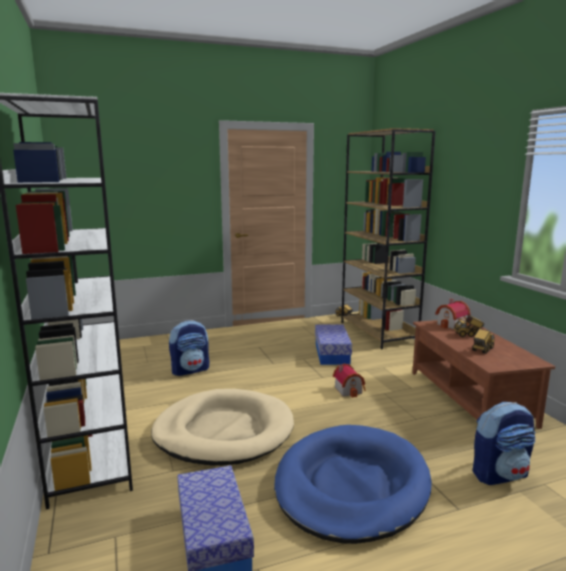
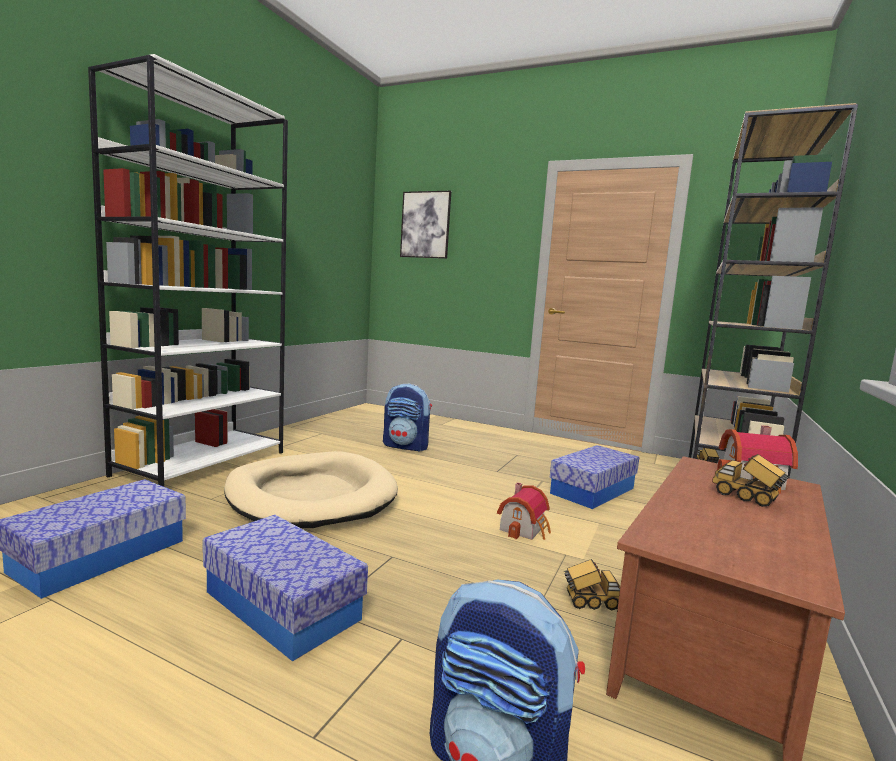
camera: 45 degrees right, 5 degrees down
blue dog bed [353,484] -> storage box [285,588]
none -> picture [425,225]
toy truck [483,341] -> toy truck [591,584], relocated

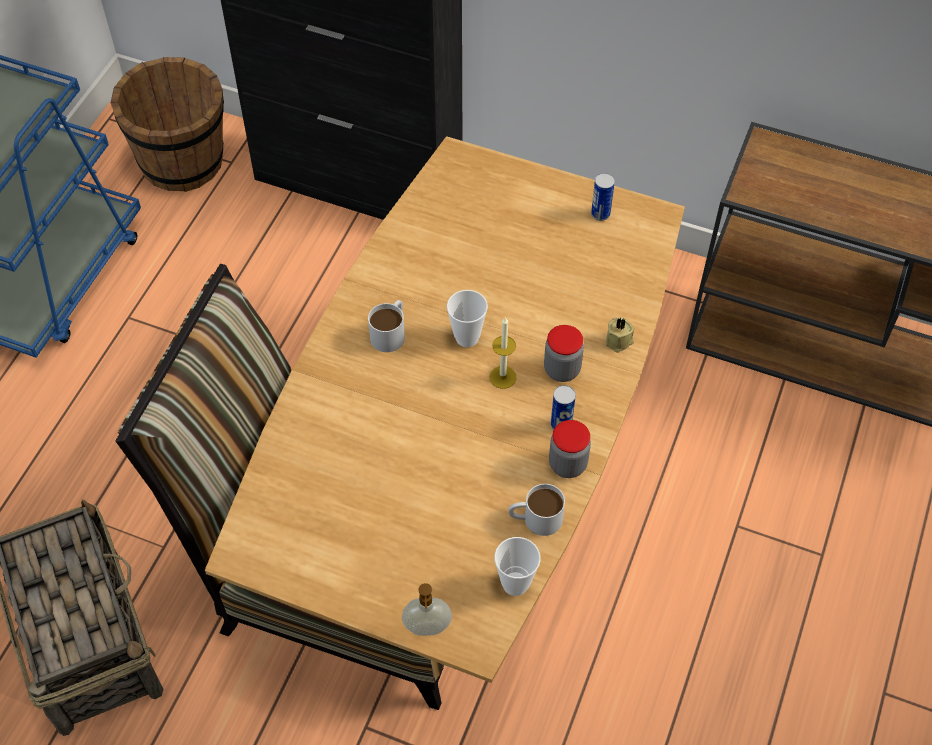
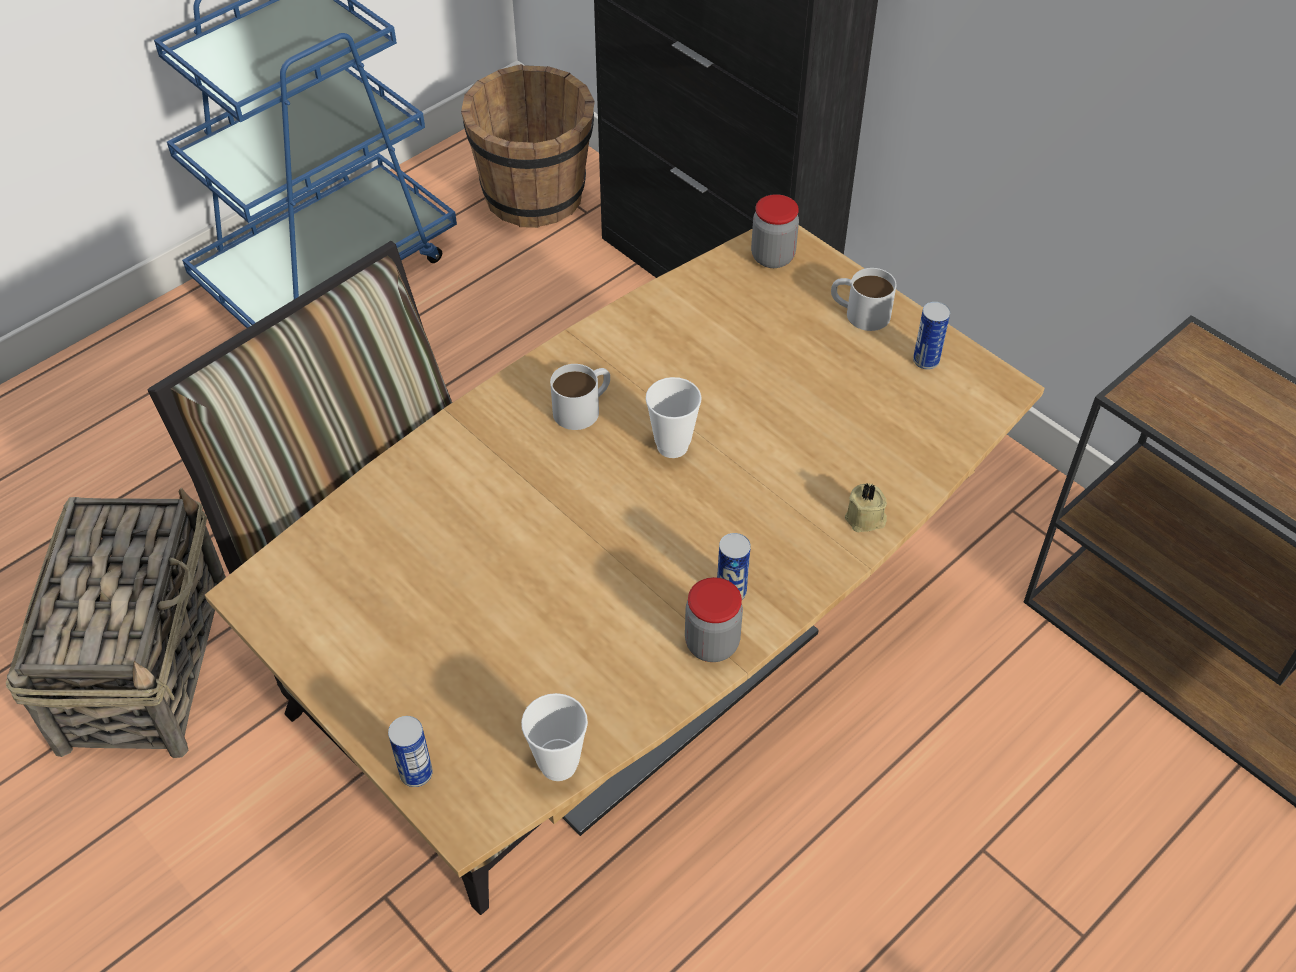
camera: 25 degrees right, 5 degrees down
soap dispenser [427,609] -> can [410,751]
jar [564,353] -> jar [775,231], relocated
white mug [537,510] -> white mug [863,299], relocated
candle [502,353] -> none

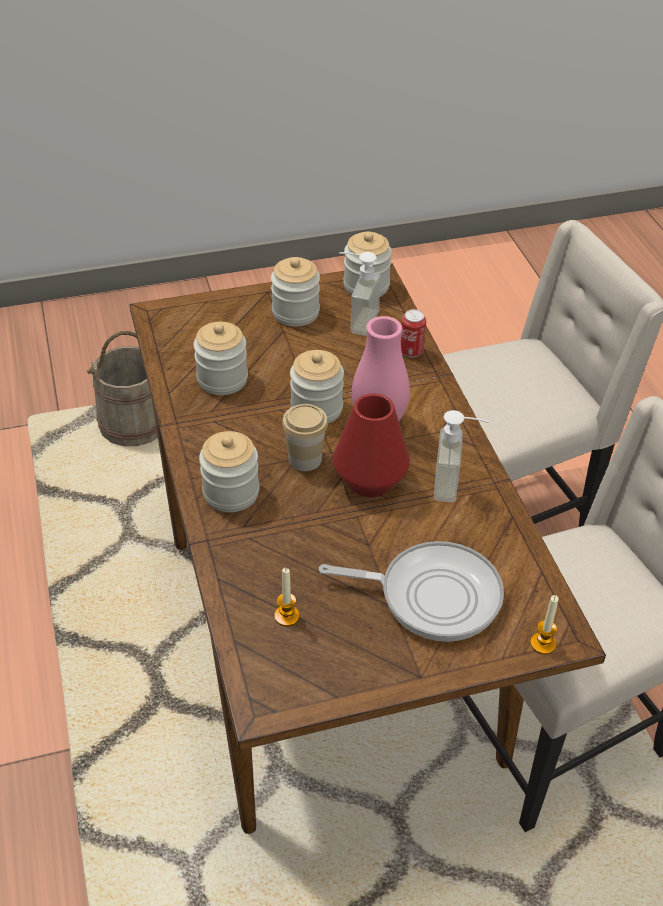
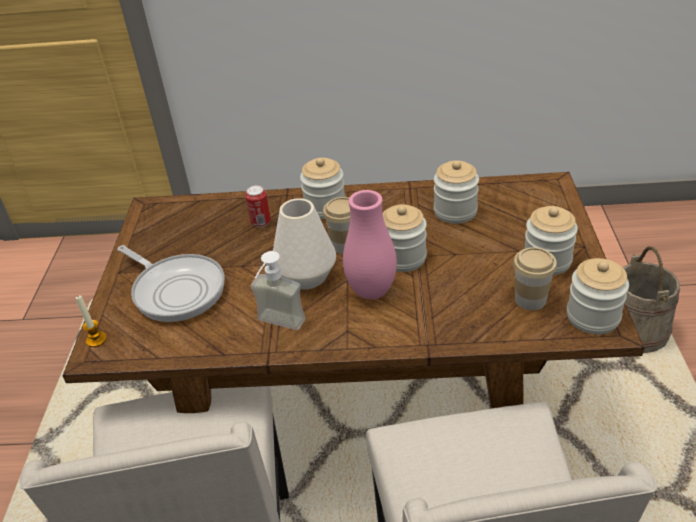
camera: 110 degrees right, 5 degrees down
frying pan [411,591] -> frying pan [171,283], 75 degrees counterclockwise
can [413,333] -> can [258,206], relocated
red vase [371,445] -> white vase [304,244]
soap dispenser [360,294] -> cup [535,278]
candle [287,597] -> none

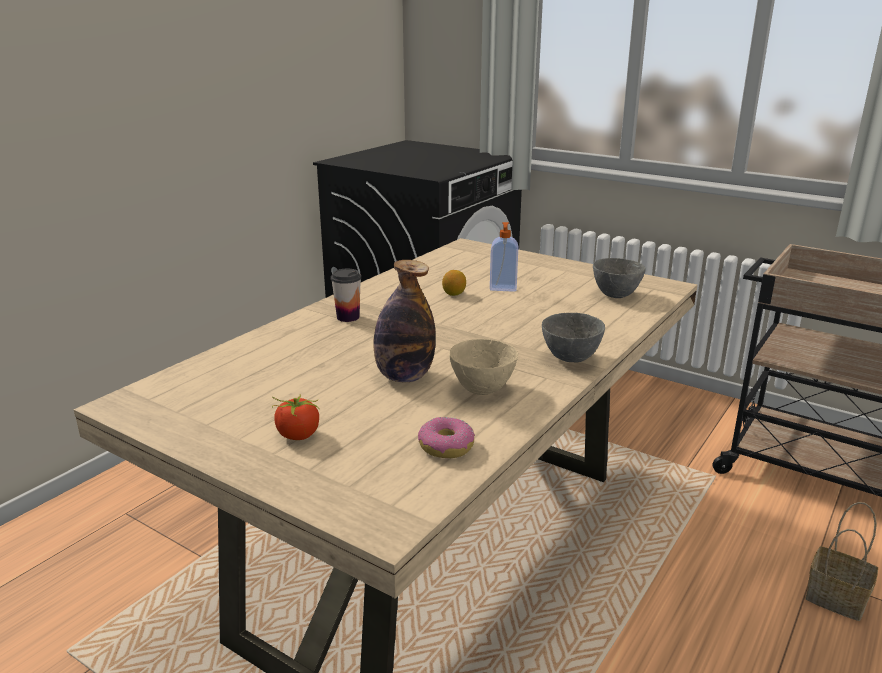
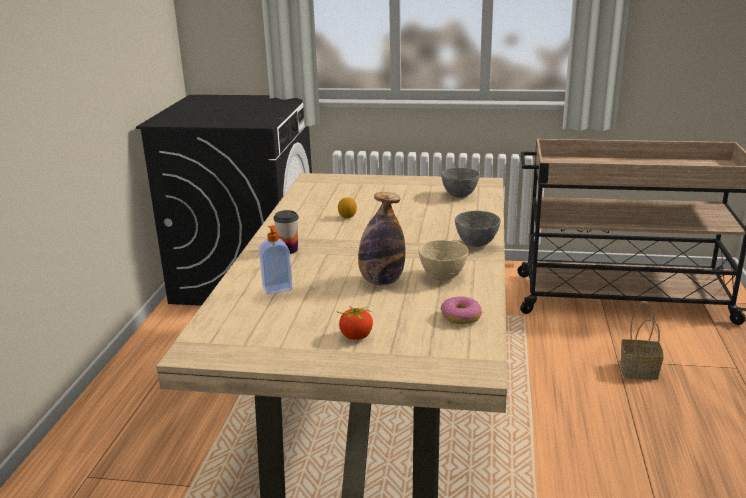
camera: 25 degrees left, 0 degrees up
soap dispenser [504,257] -> soap dispenser [276,260], relocated

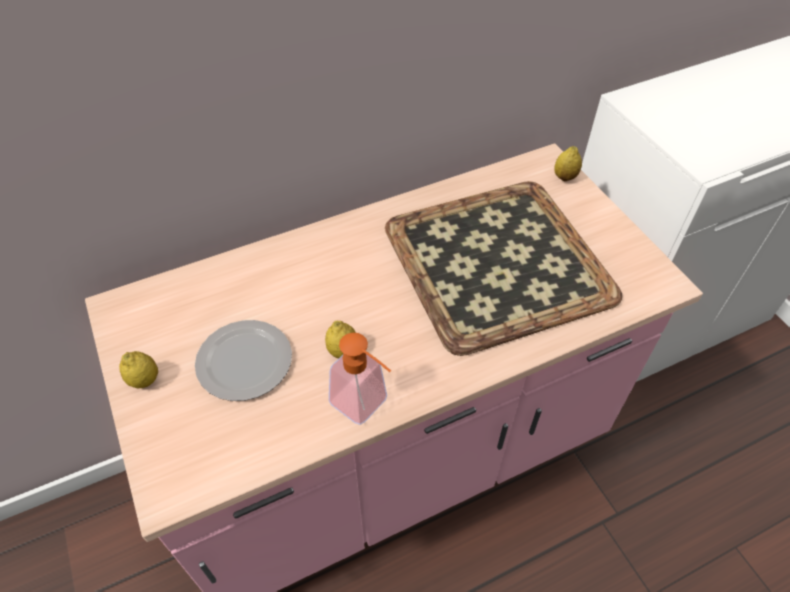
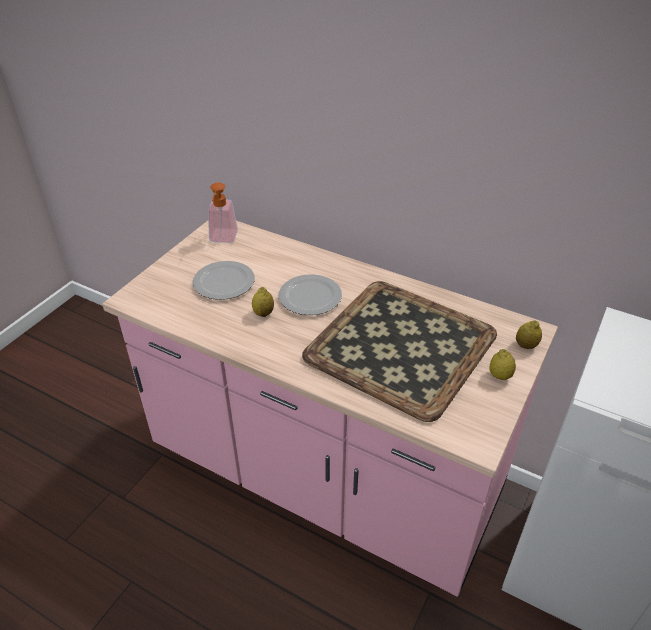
camera: 55 degrees right, 10 degrees down
soap dispenser [360,379] -> soap dispenser [223,212], relocated
none -> plate [310,294]
lemon [138,369] -> lemon [502,364], relocated

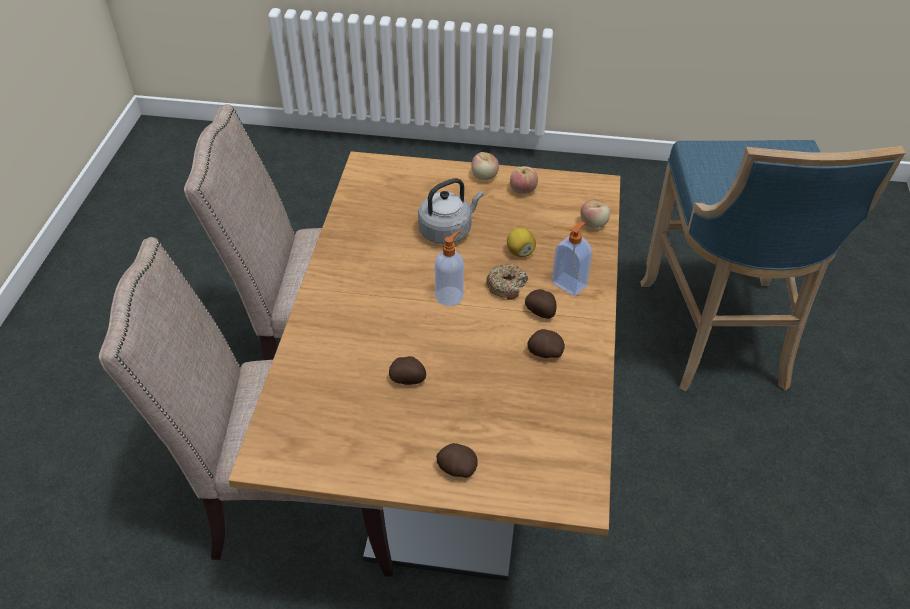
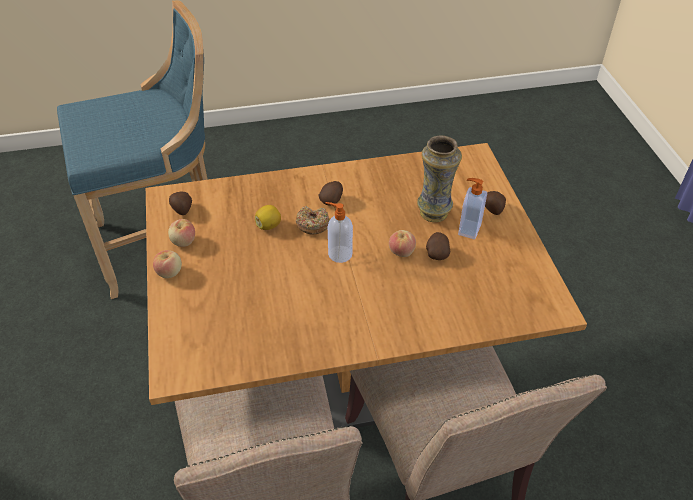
camera: 110 degrees left, 0 degrees up
potato [546,343] -> potato [180,203], relocated
apple [595,213] -> apple [402,243], relocated
none -> vase [439,179]
soap dispenser [572,259] -> soap dispenser [472,208], relocated
grey kettle [451,211] -> none

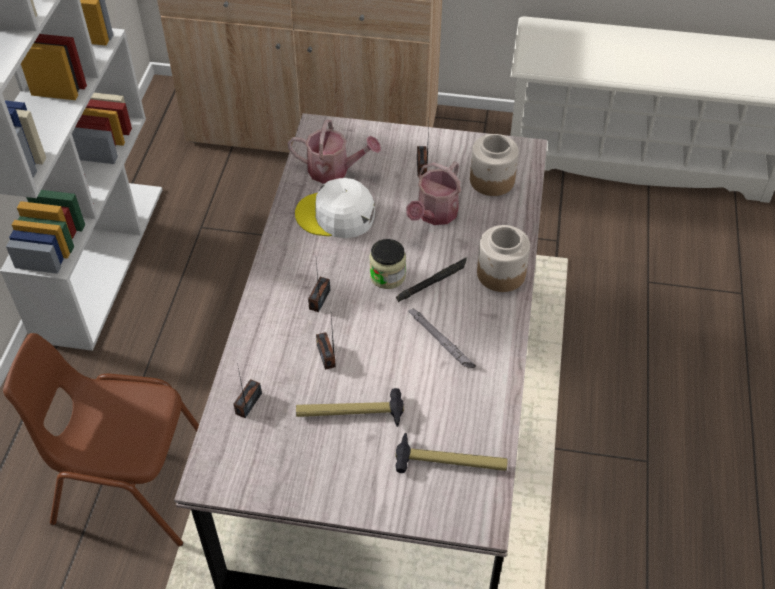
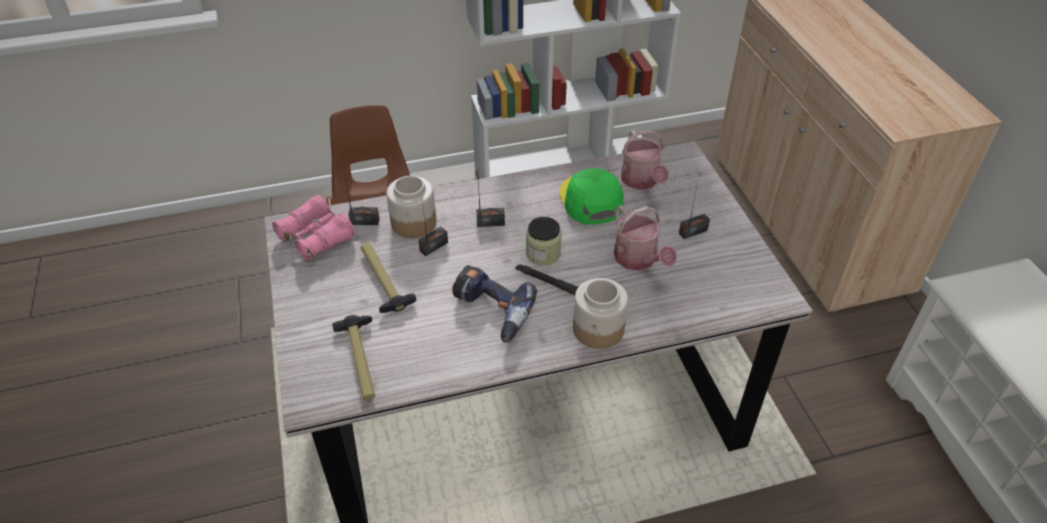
camera: 65 degrees right, 5 degrees down
none -> pink binoculars [313,228]
jar [494,165] -> jar [411,207], relocated
grey flashlight [442,338] -> power drill [494,303]
white cap [335,208] -> green cap [591,196]
watering can [433,193] -> watering can [645,238], 120 degrees counterclockwise

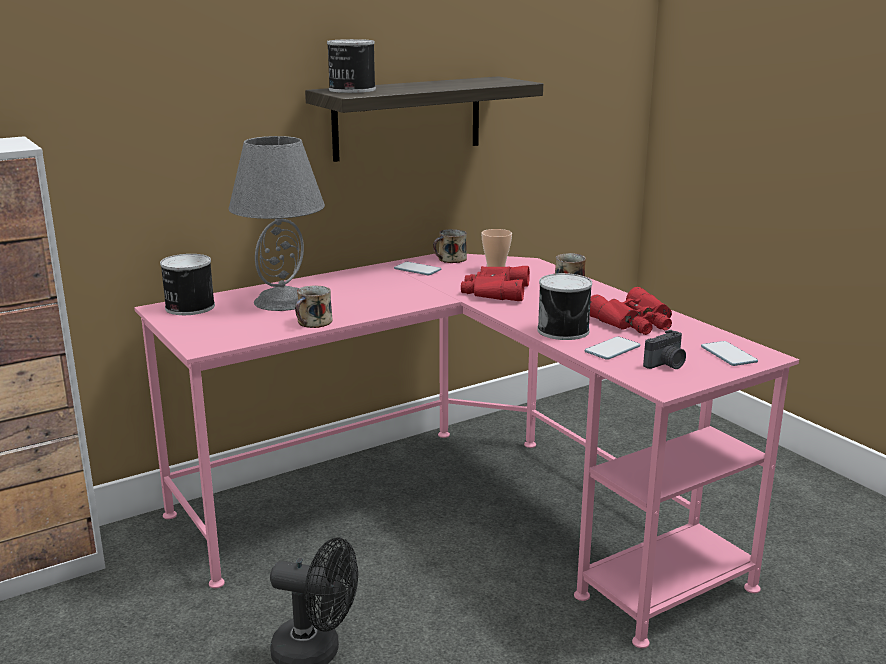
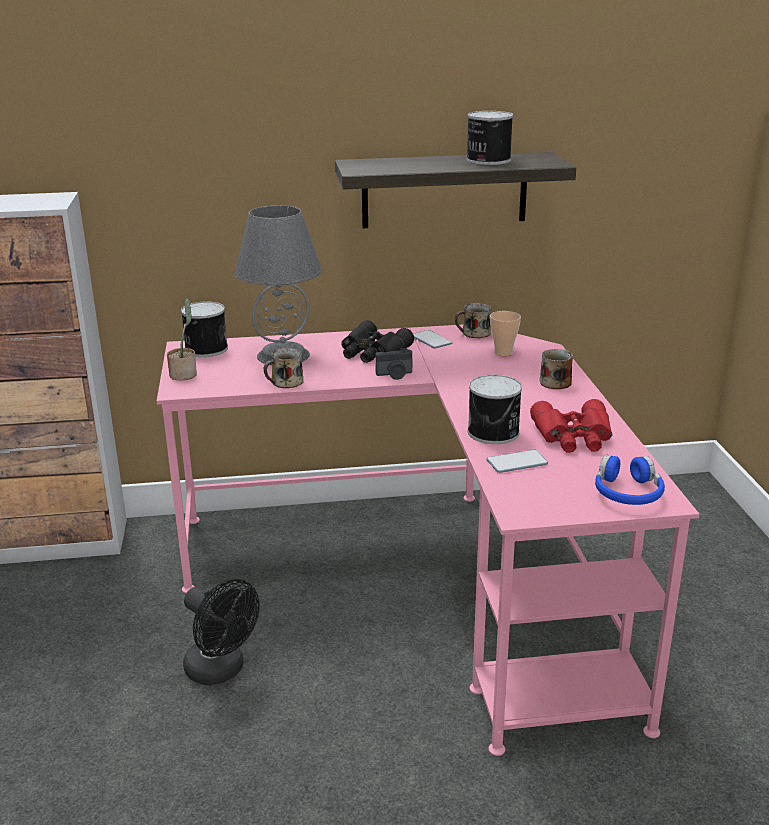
camera: 25 degrees right, 5 degrees up
none -> potted plant [182,339]
none -> black binoculars [377,341]
photo camera [664,349] -> photo camera [393,364], relocated
can [351,66] -> can [490,138], relocated
phone [729,353] -> blue headphones [630,480]
red binoculars [495,283] -> none

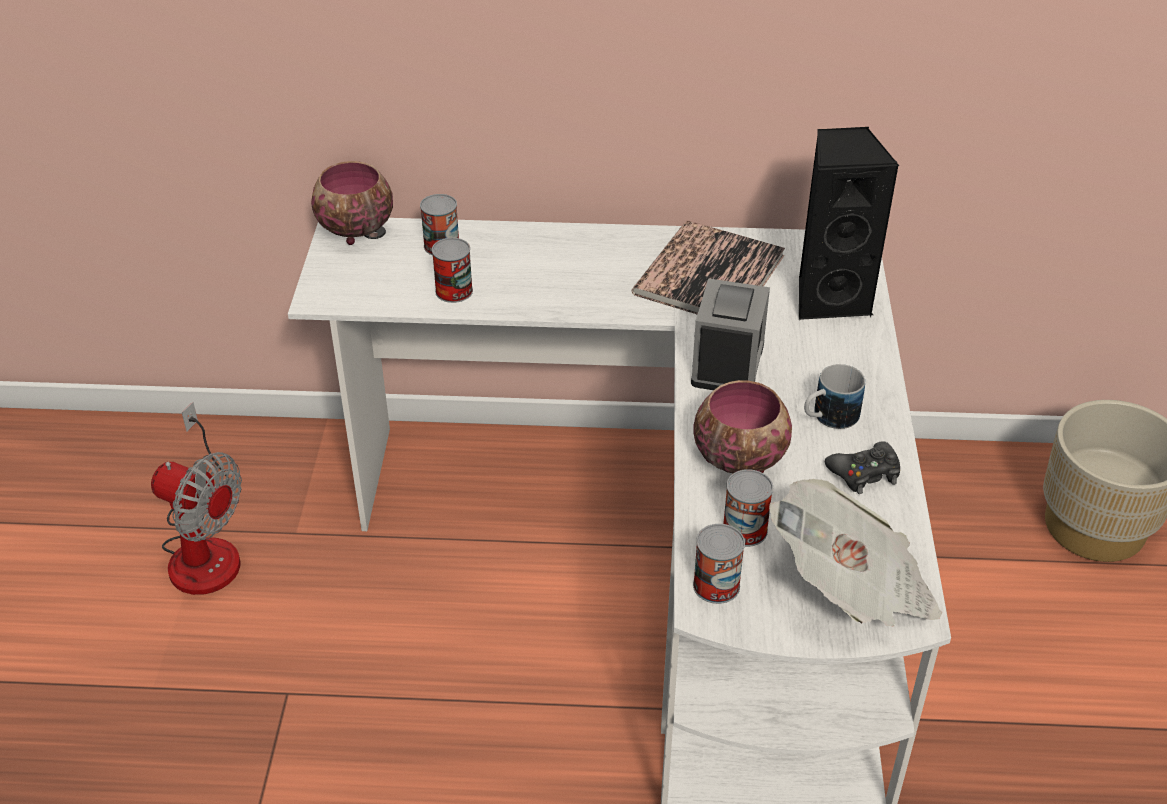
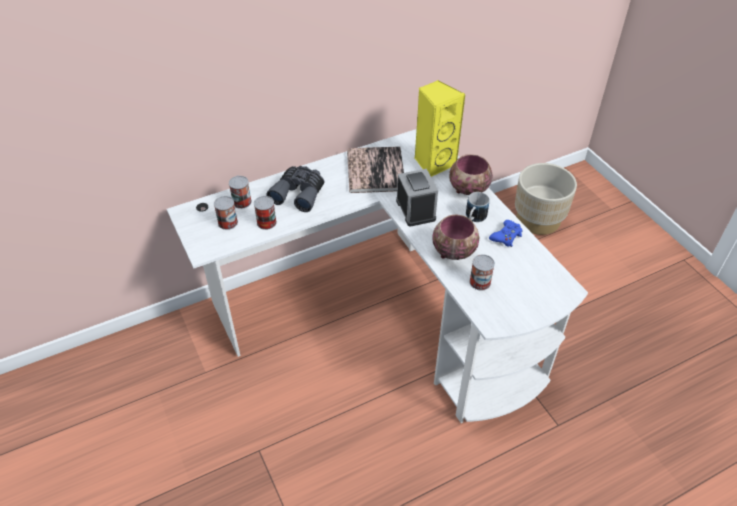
camera: 30 degrees left, 5 degrees up
can [719,564] -> can [226,213], relocated
none -> grey binoculars [295,189]
black speaker [849,223] -> yellow speaker [440,128]
bowl [352,203] -> bowl [471,174], relocated
black game controller [862,467] -> blue game controller [506,233]
fan [196,498] -> none
newspaper [855,553] -> none

